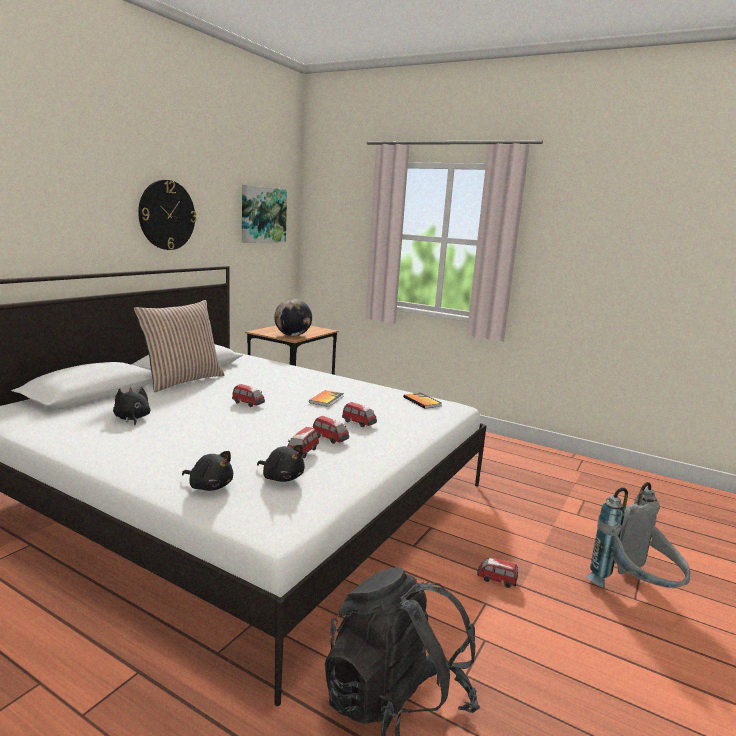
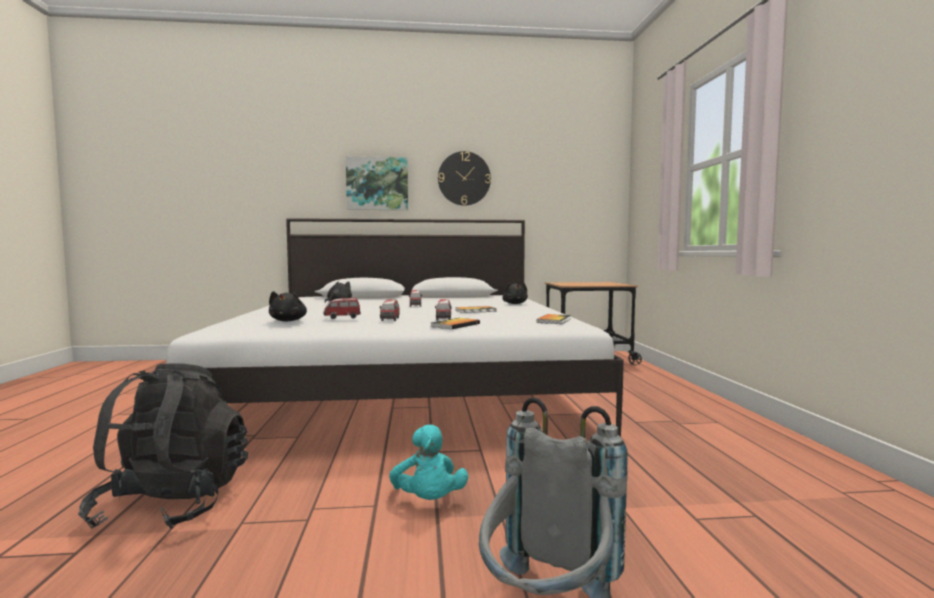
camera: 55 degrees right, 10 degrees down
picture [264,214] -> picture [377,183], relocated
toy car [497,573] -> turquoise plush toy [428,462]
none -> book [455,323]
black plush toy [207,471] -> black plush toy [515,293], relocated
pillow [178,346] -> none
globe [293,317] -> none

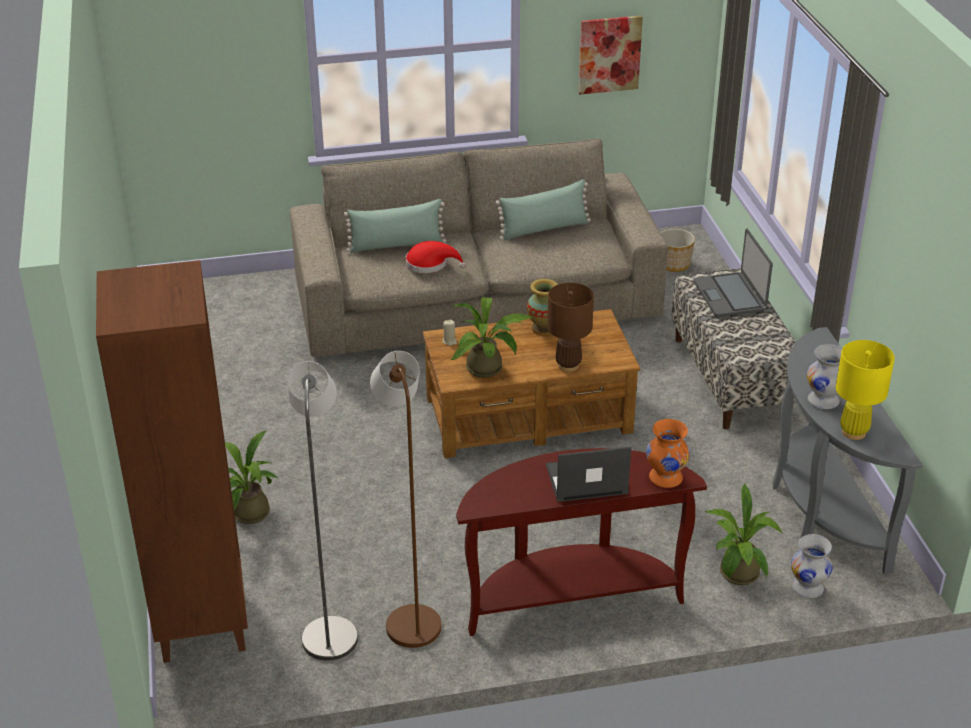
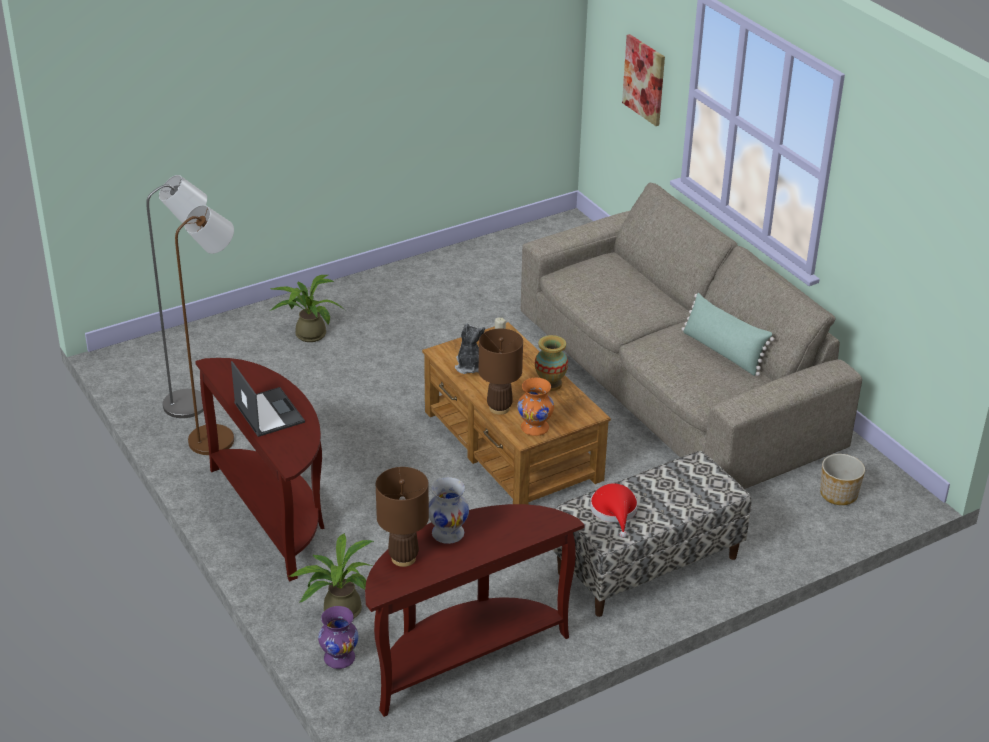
camera: 70 degrees right, 0 degrees up
white vase [812,566] -> purple vase [338,637]
grey console table [847,450] -> brown console table [475,610]
yellow table lamp [865,390] -> brown table lamp [402,517]
potted plant [491,338] -> plush toy [470,348]
orange vase [668,453] -> orange vase [535,407], relocated
red hat [436,257] -> red hat [614,510], relocated
picture [610,55] -> picture [643,80], relocated
brown bookcase [172,461] -> none
green pillow [395,226] -> none
laptop [733,273] -> none

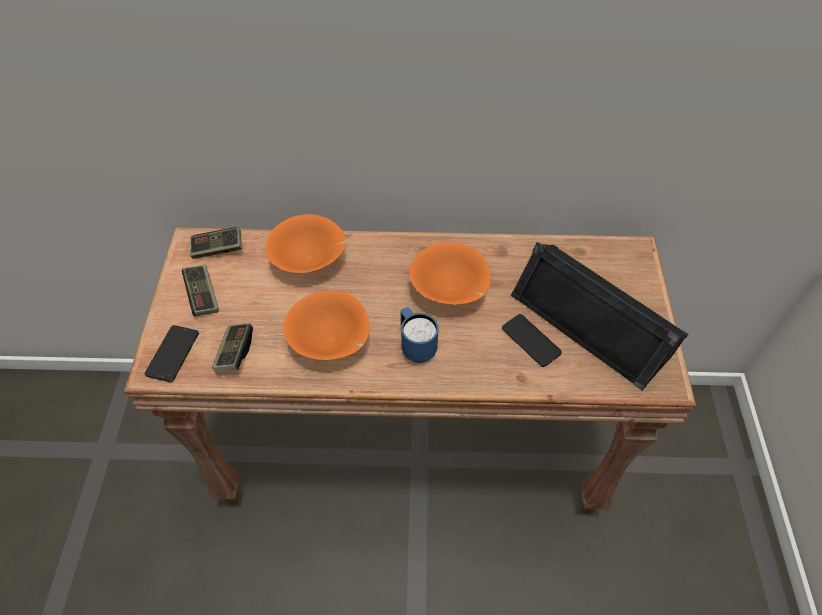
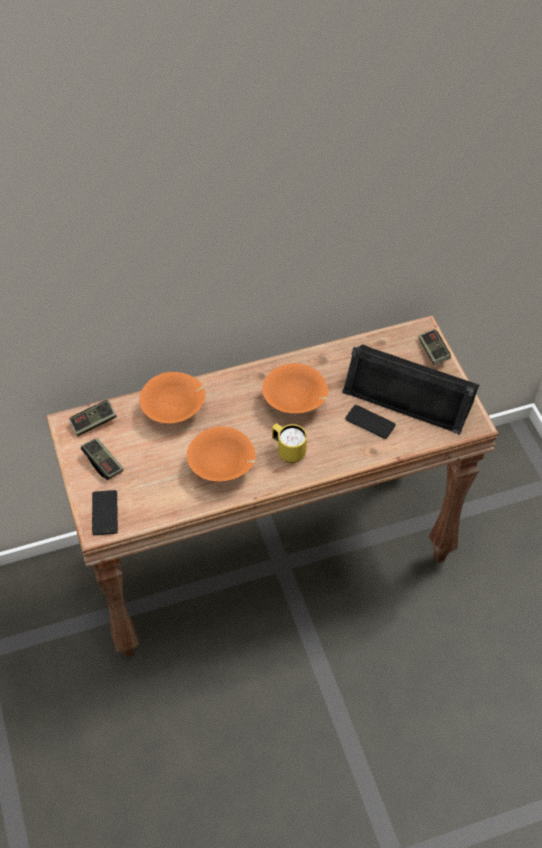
camera: 20 degrees left, 0 degrees up
blue mug [420,335] -> yellow mug [289,443]
game controller [232,347] -> game controller [434,347], relocated

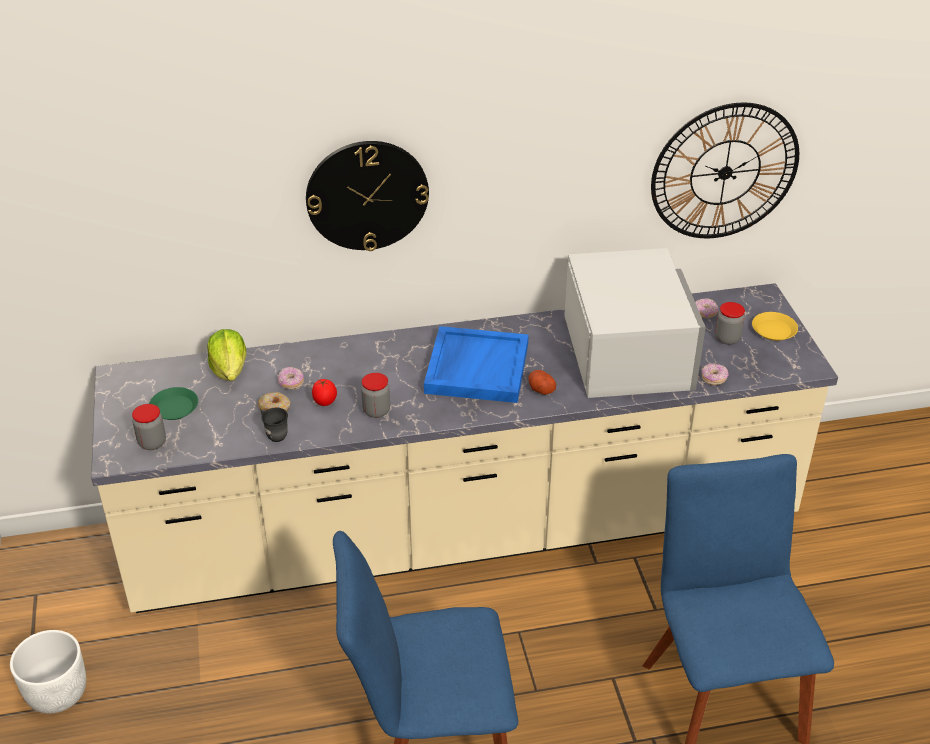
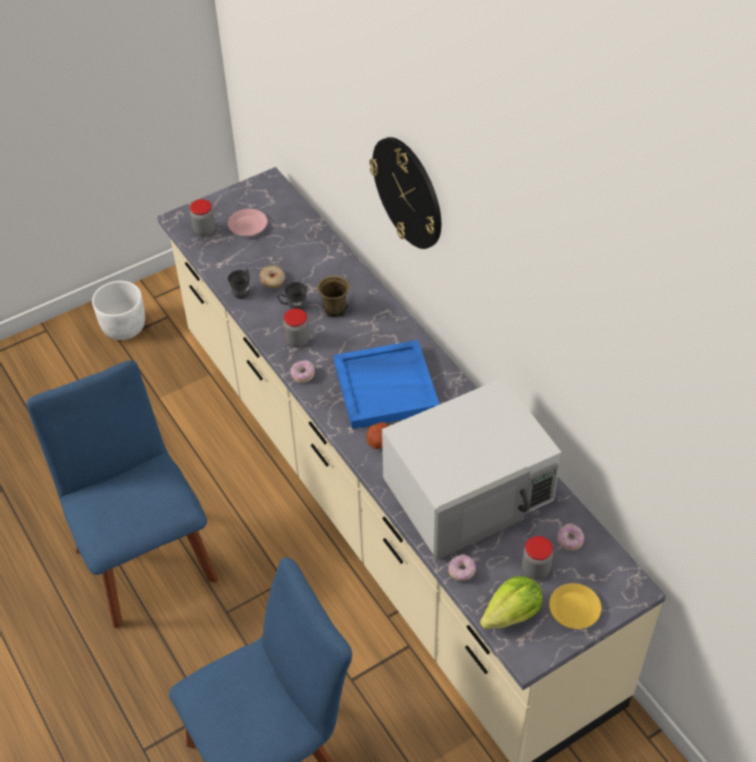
camera: 70 degrees right, 10 degrees up
green plate [173,403] -> pink plate [248,222]
tomato [324,392] -> grey mug [292,296]
donut [291,378] -> donut [302,371], relocated
none -> brown mug [333,296]
lettuce [226,355] -> lettuce [511,602], relocated
wall clock [725,170] -> none

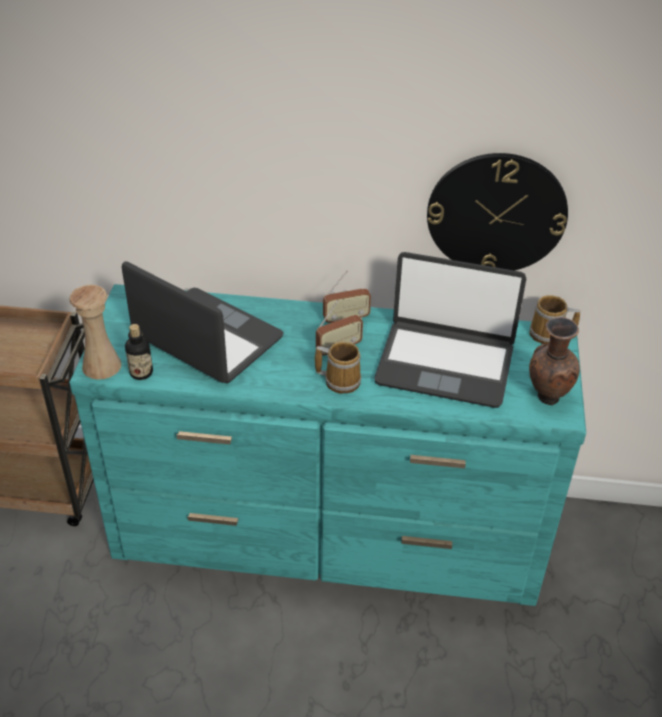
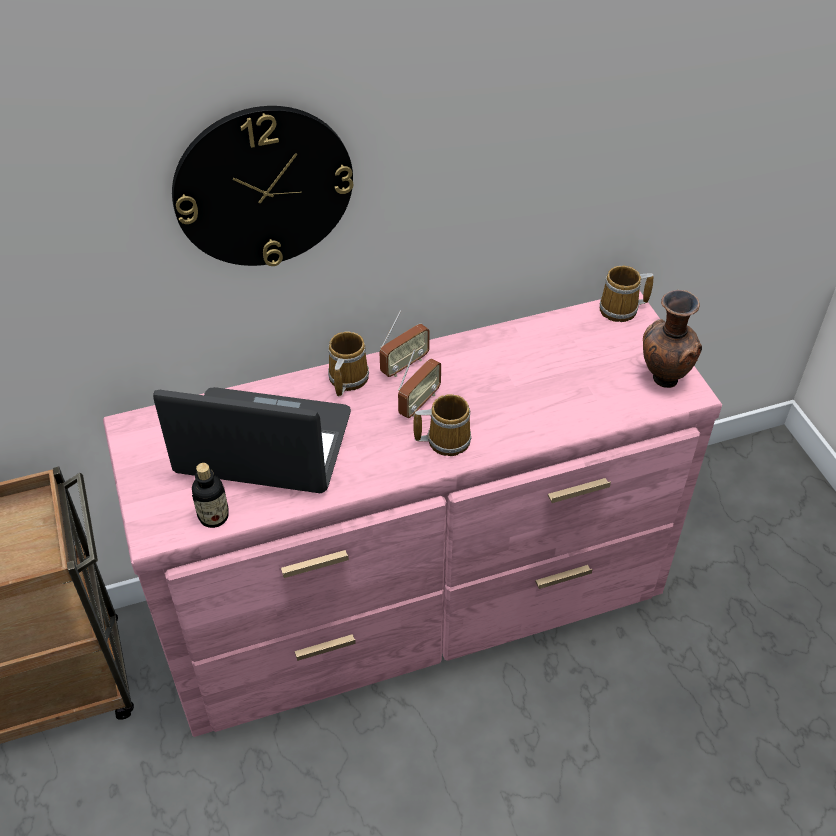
camera: 25 degrees left, 5 degrees up
turquoise dresser [327,445] -> pink dresser [412,514]
wall clock [497,212] -> wall clock [262,186], relocated
none -> mug [348,363]
beige vase [95,332] -> none
laptop [450,330] -> none

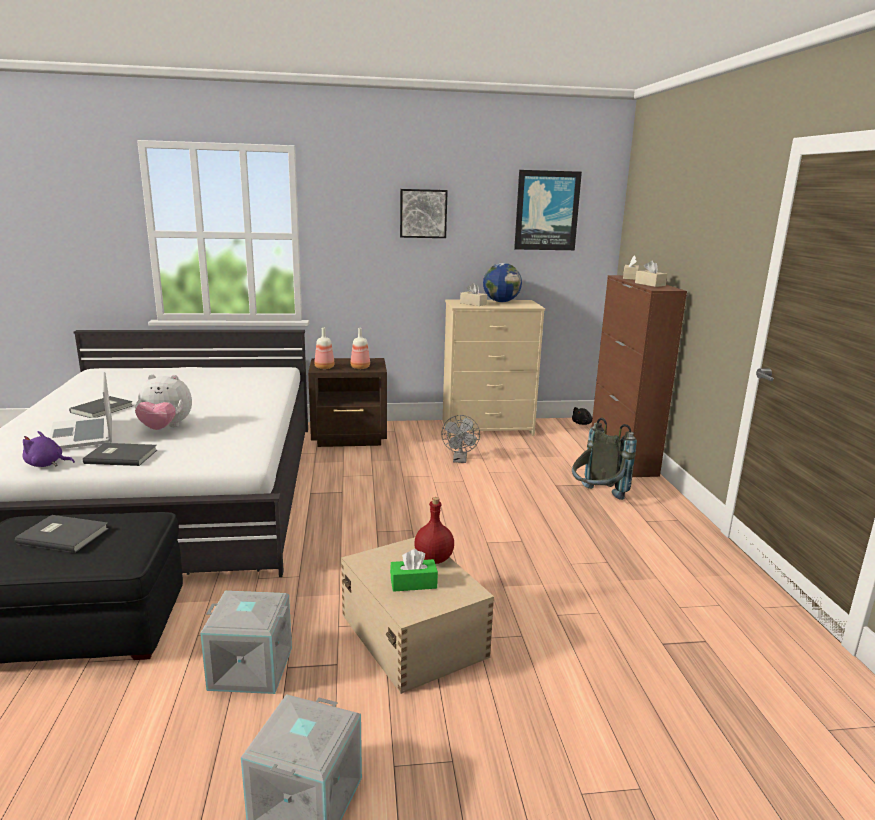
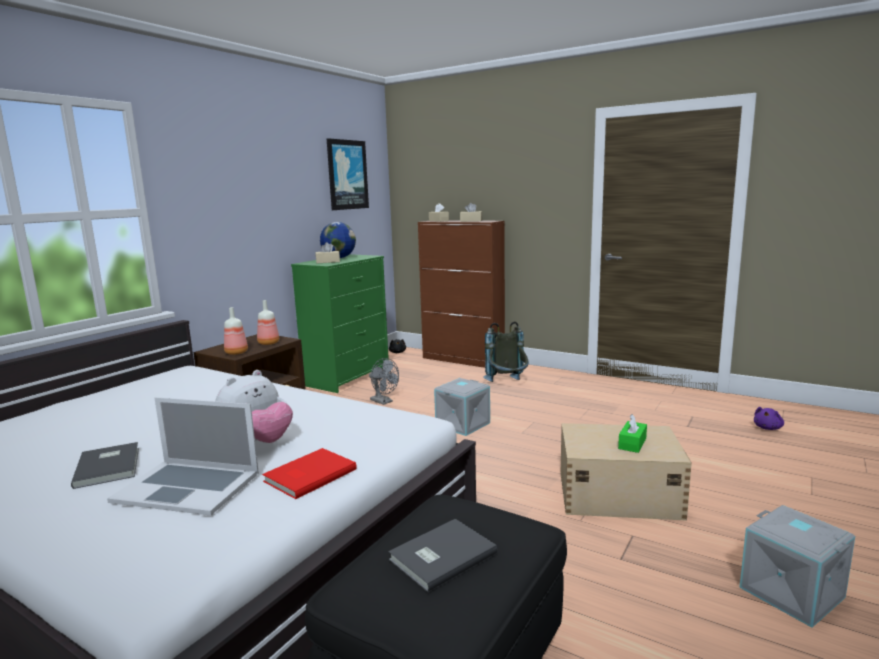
camera: 50 degrees left, 5 degrees down
grey book [120,454] -> red book [309,473]
beige dresser [494,368] -> green dresser [340,323]
grey storage box [246,642] -> grey storage box [462,407], relocated
purple plush toy [48,449] -> purple plush toy [769,418], relocated
picture [424,213] -> none
red bottle [434,530] -> none

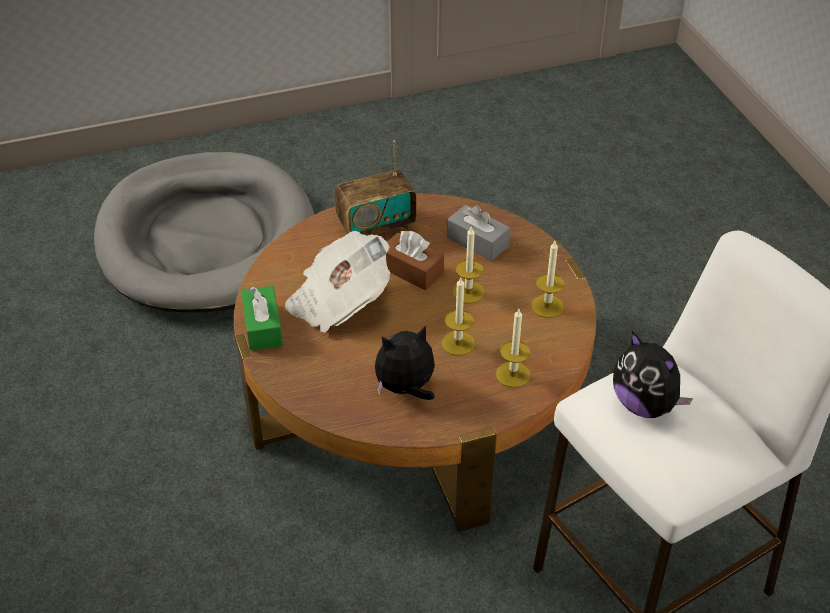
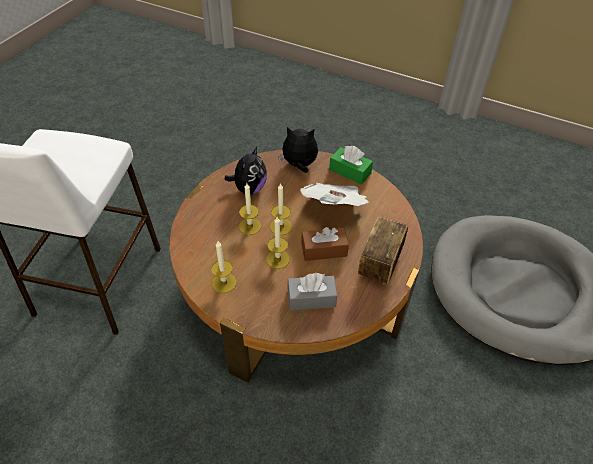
camera: 135 degrees right, 5 degrees up
candle [513,348] -> candle [281,209], relocated
plush toy [653,374] -> plush toy [298,150], relocated

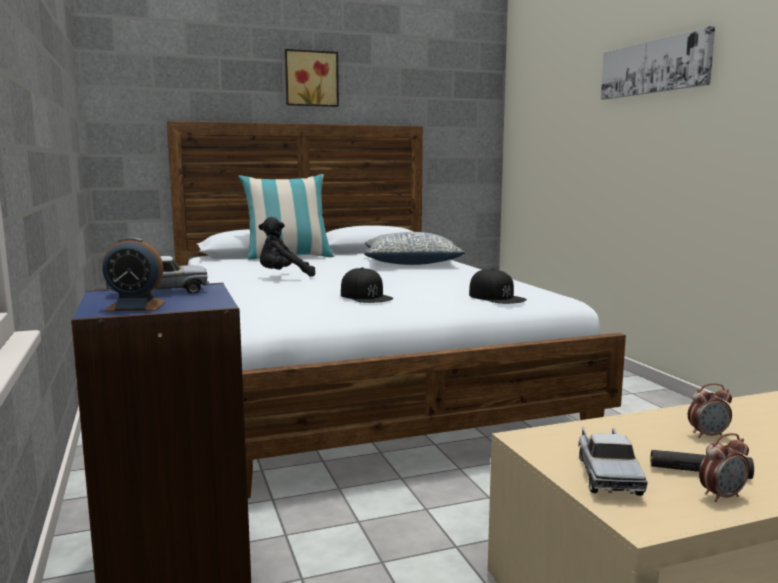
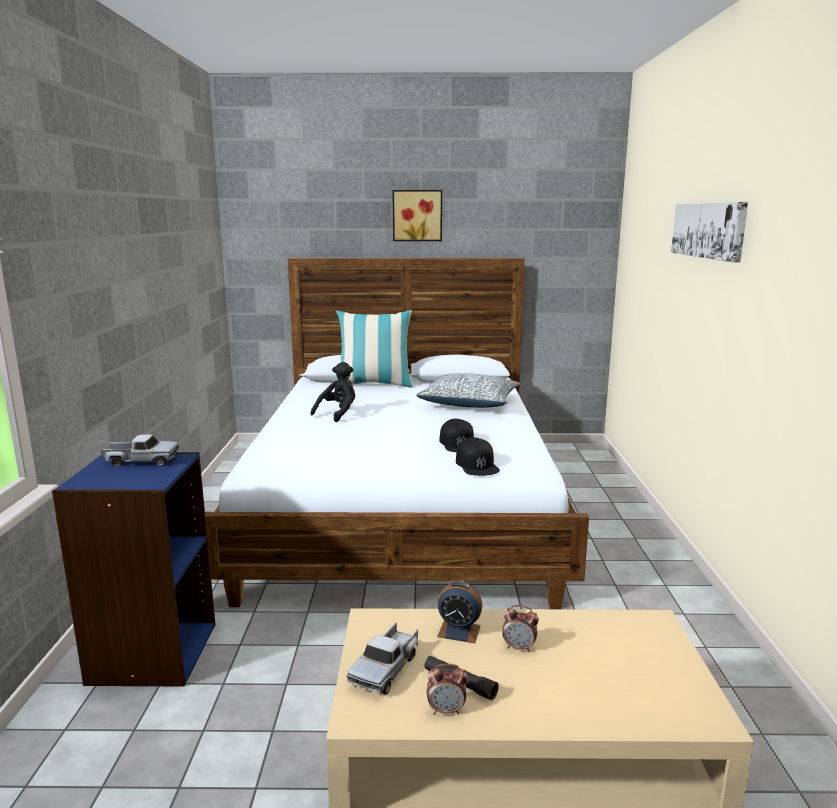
camera: 20 degrees right, 5 degrees up
black plush toy [287,247] -> black plush toy [332,392], 120 degrees clockwise
alarm clock [133,274] -> alarm clock [459,612], relocated
black cap [367,285] -> black cap [456,435], relocated

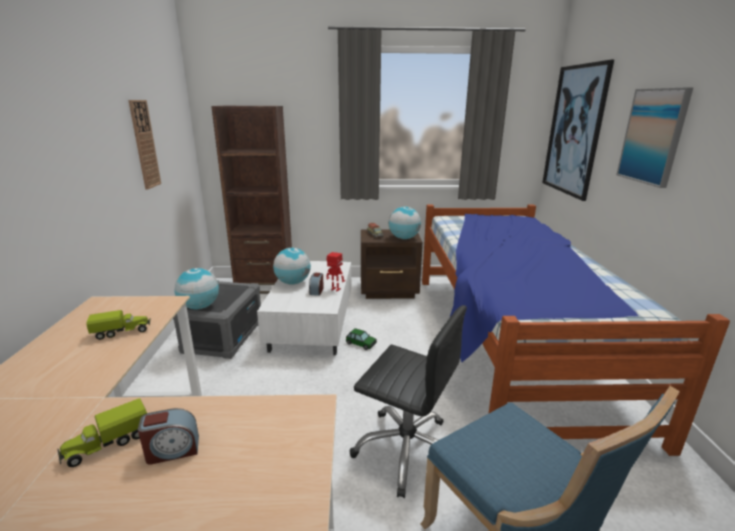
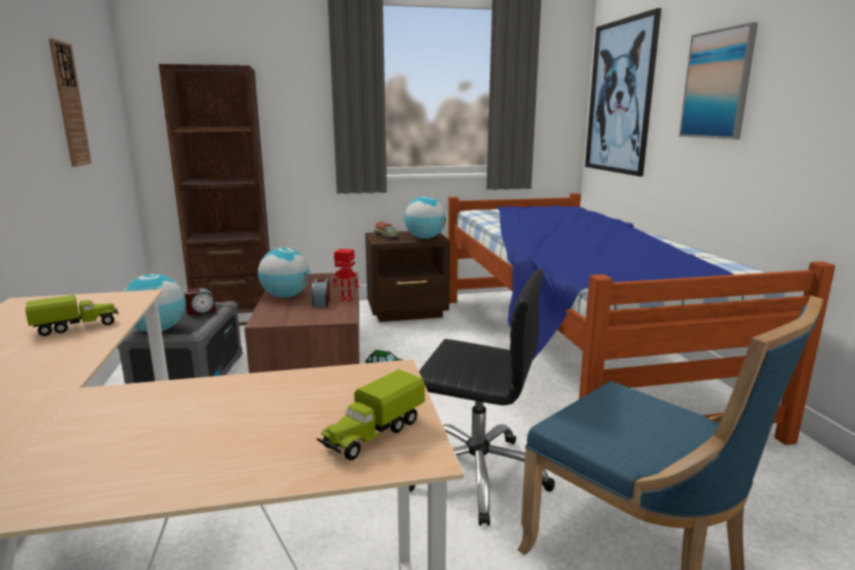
camera: 10 degrees left, 5 degrees down
alarm clock [168,436] -> alarm clock [200,301], relocated
white coffee table [304,308] -> brown coffee table [302,322]
toy truck [102,432] -> toy truck [371,414], relocated

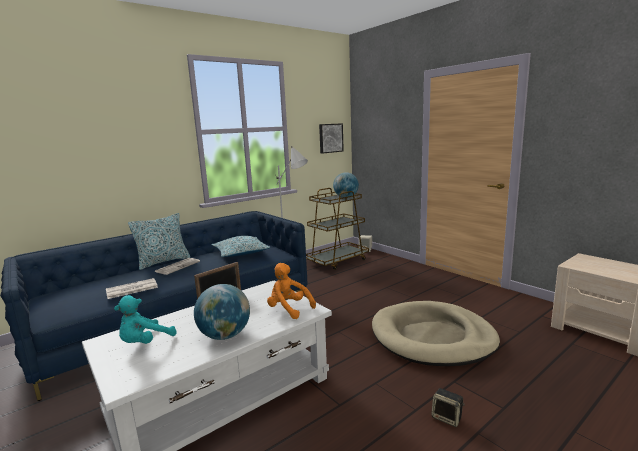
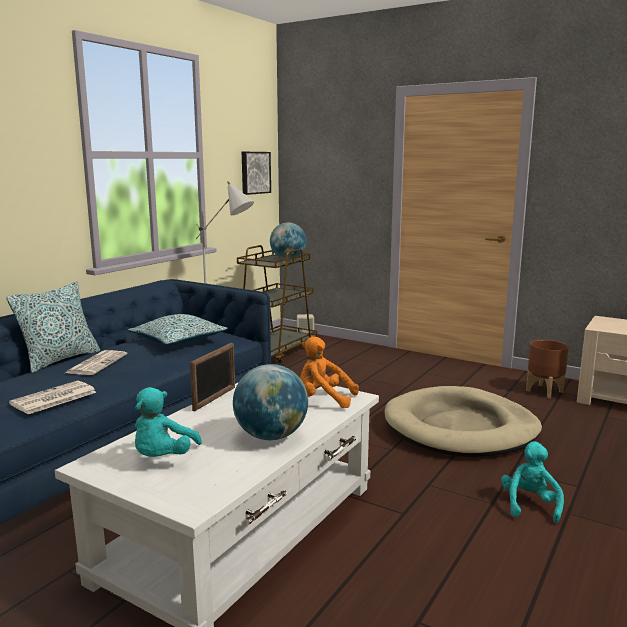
camera: 20 degrees left, 0 degrees up
speaker [448,407] -> turquoise plush toy [532,482]
none -> brown planter [547,369]

